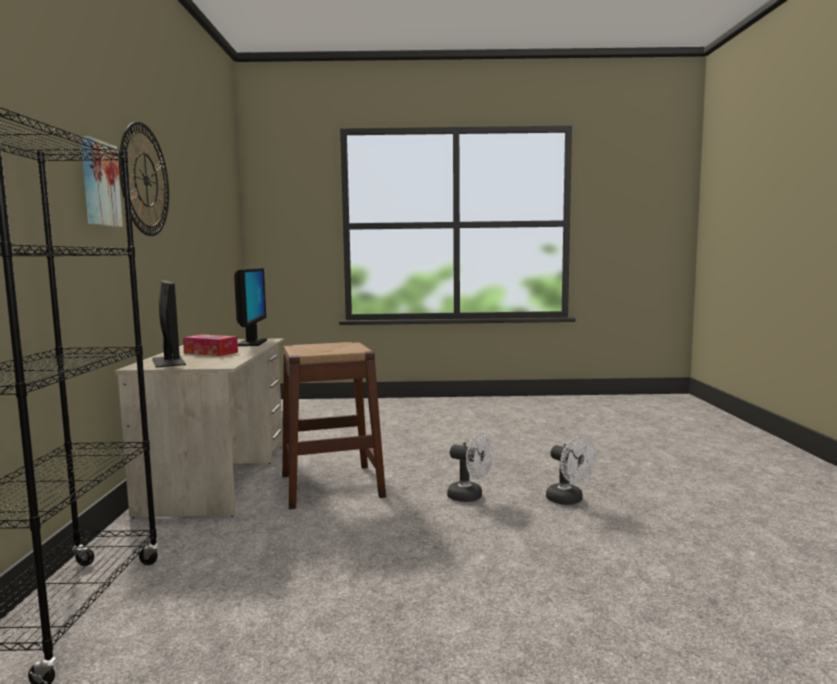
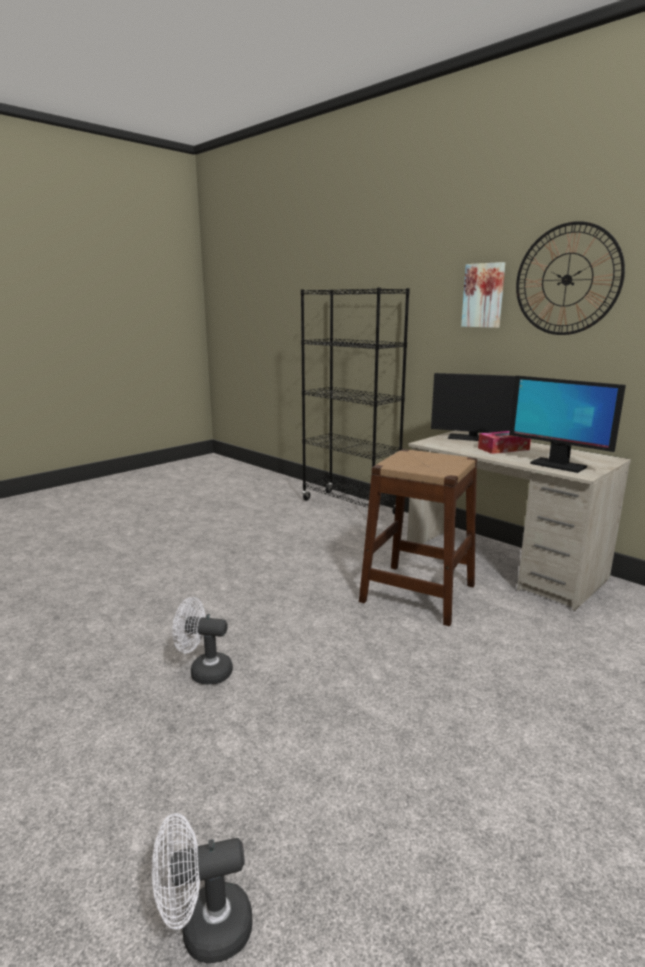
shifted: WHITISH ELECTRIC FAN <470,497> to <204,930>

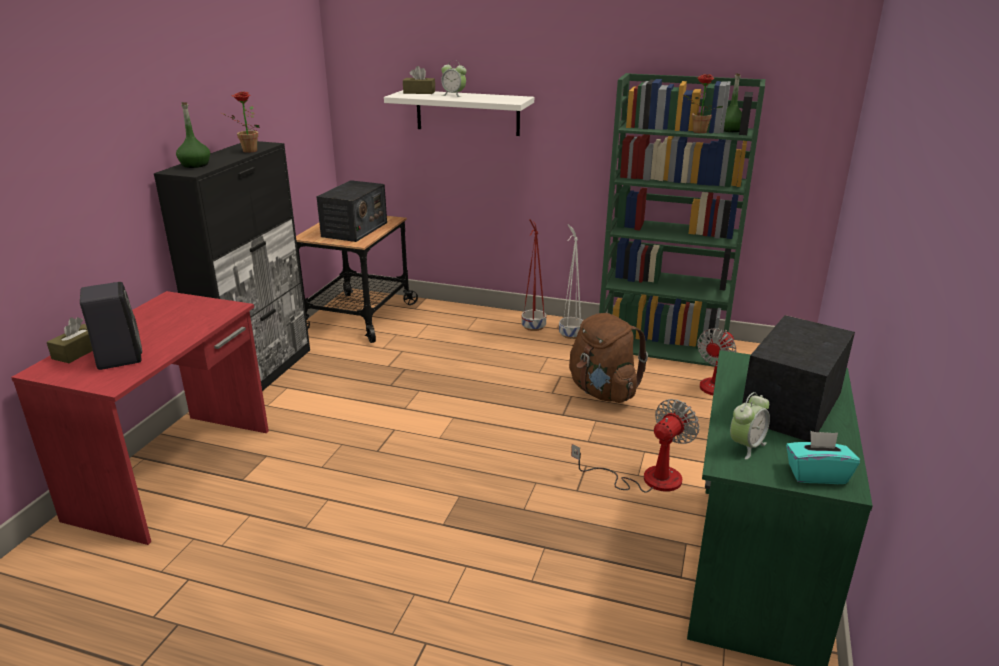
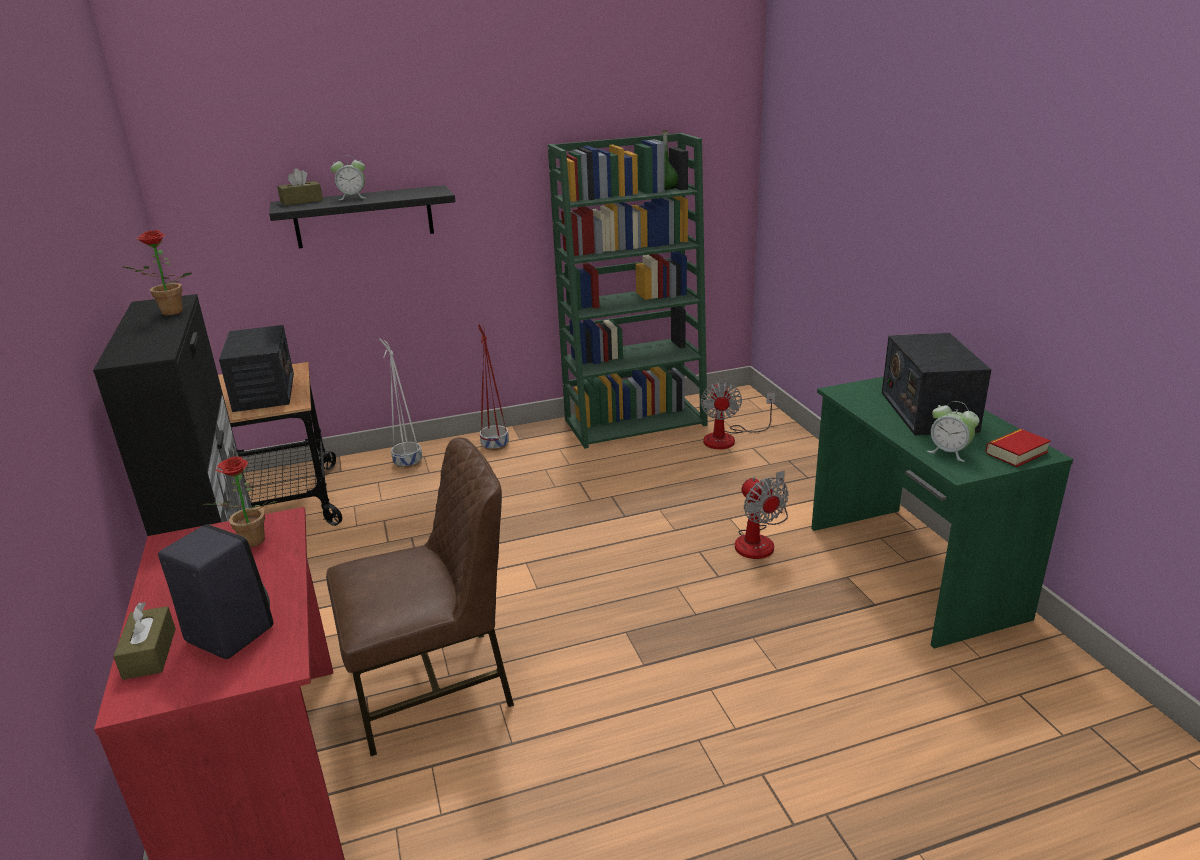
gone: GREEN-COLOURED BEVERAGE BOTTLE <195,165>; BROWN-COLOURED RUCKSACK <603,392>
new: BROWN-COLOURED UPRIGHT CHAIR <434,687>
shifted: WHITISH PLANTER <570,334> to <407,462>; POTTED PLANT <697,132> to <249,544>
swapped: TURQUOISE-COLOURED TISSUE HOLDER <816,474> to BOOK <1016,453>
repainted: WHITISH BRACKET SHELF <467,112> to BLACKISH BRACKET SHELF <364,217>
rotated: ELECTRIC FAN <647,478> = <759,539> 150 degrees clockwise; ALARM CLOCK <746,446> = <949,452> 120 degrees clockwise

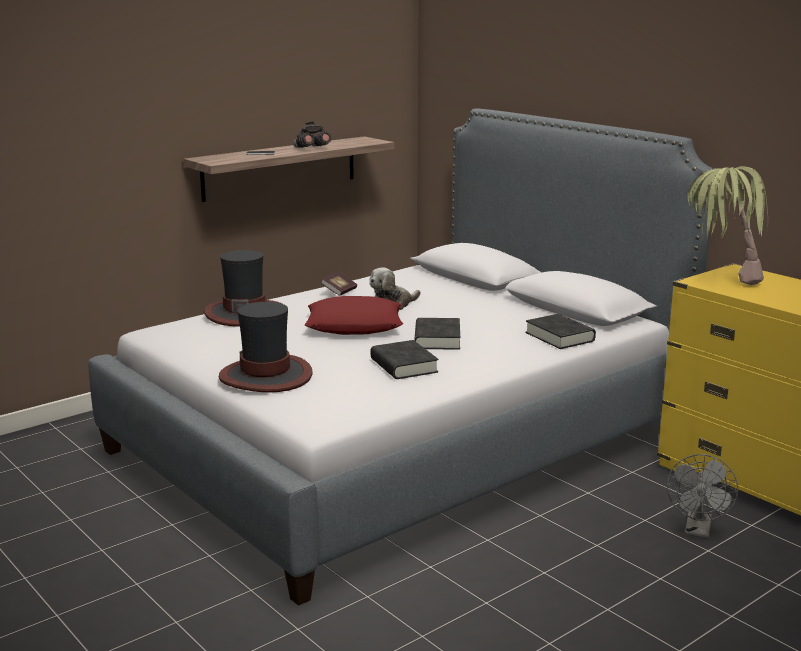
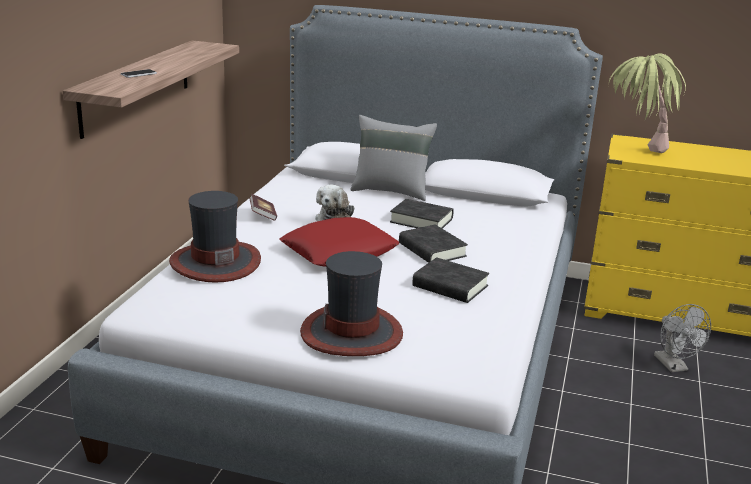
gone: GREY PAIR OF BINOCULARS <311,149>
new: GREY CUSHION <391,191>
shifted: BLACKISH BOOK <559,337> to <421,220>

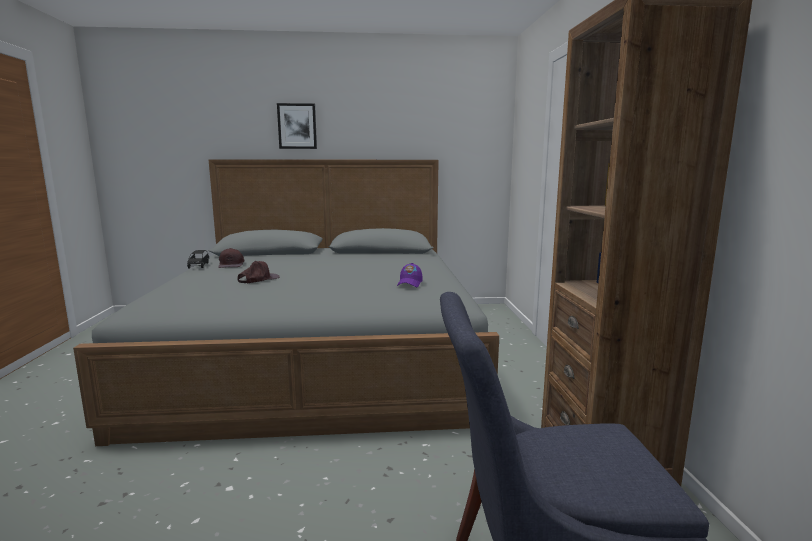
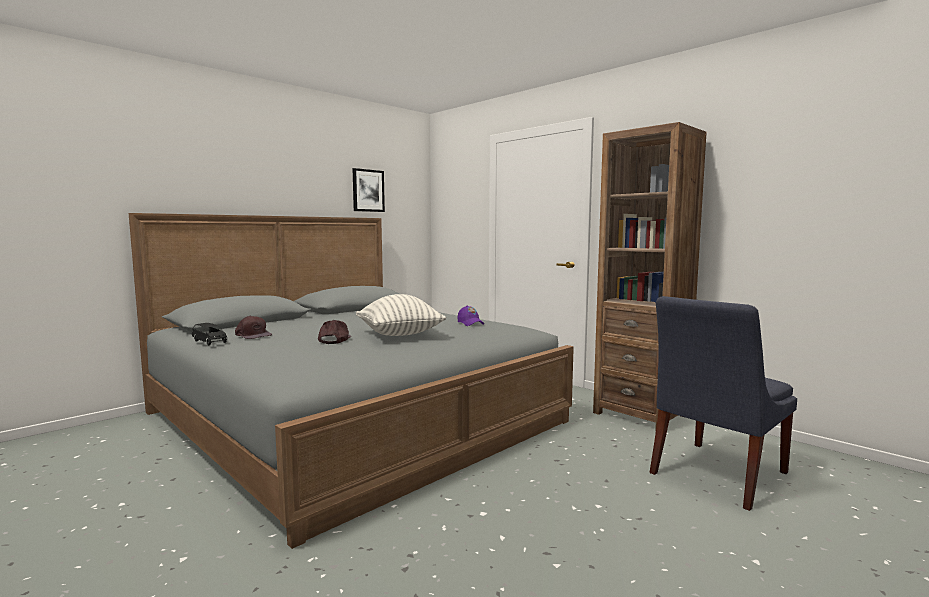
new: CUSHION <400,335>
shifted: WALL PICTURE <297,126> to <368,190>

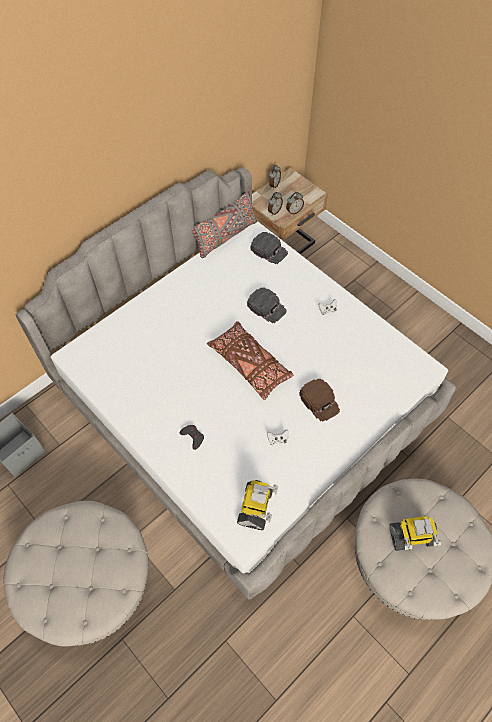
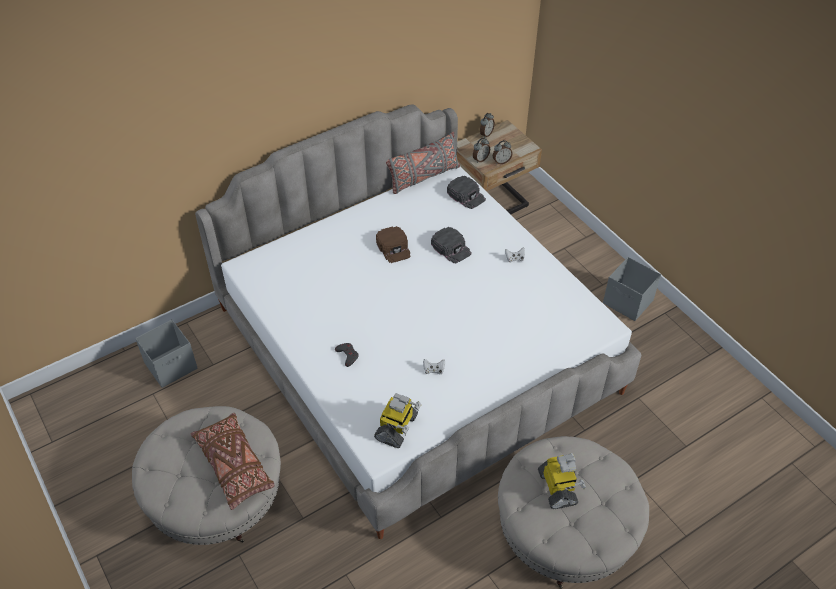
new: GREY STORAGE BIN <628,302>
shifted: BROWN-COLOURED CUSHION <250,364> to <234,466>; BROWN-COLOURED PEAKED CAP <320,401> to <394,247>
rotated: MODEL ROBOT <411,537> = <558,488> 105 degrees counterclockwise

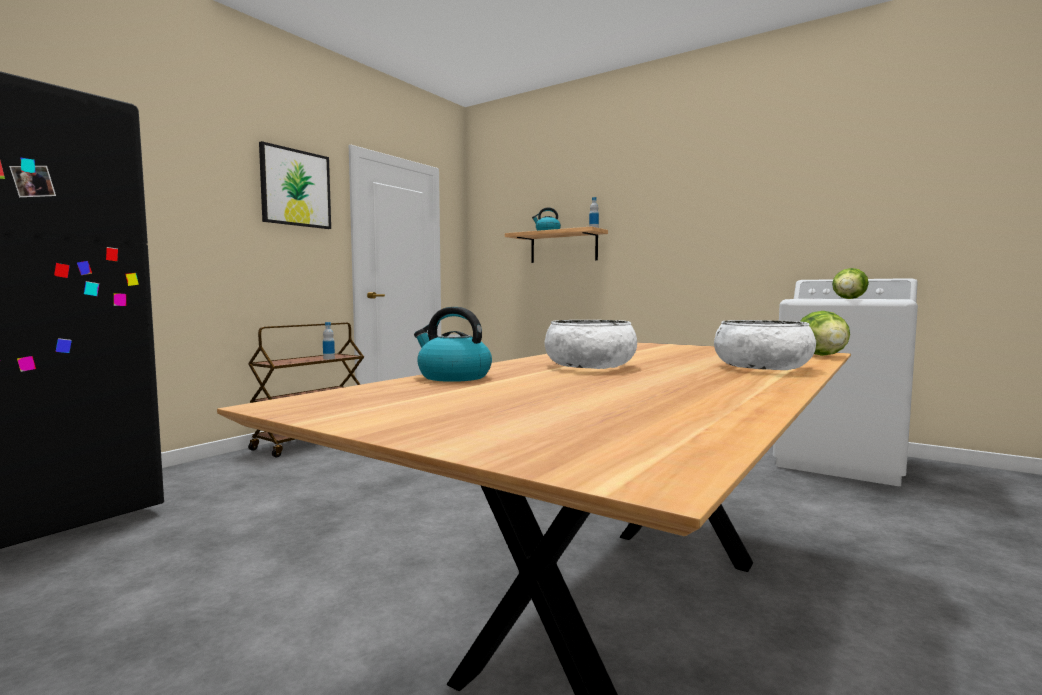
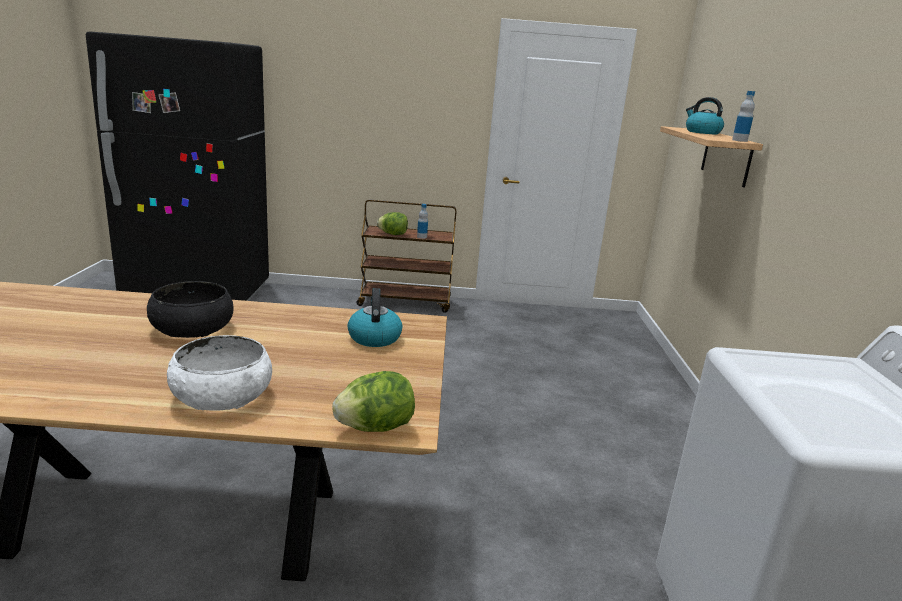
gone: WALL PICTURE <295,188>
shifted: TEA KETTLE <453,377> to <374,337>; HEAD OF LETTUCE <849,299> to <393,234>
repainted: WHITISH BOWL <590,366> to BLACKISH BOWL <193,328>

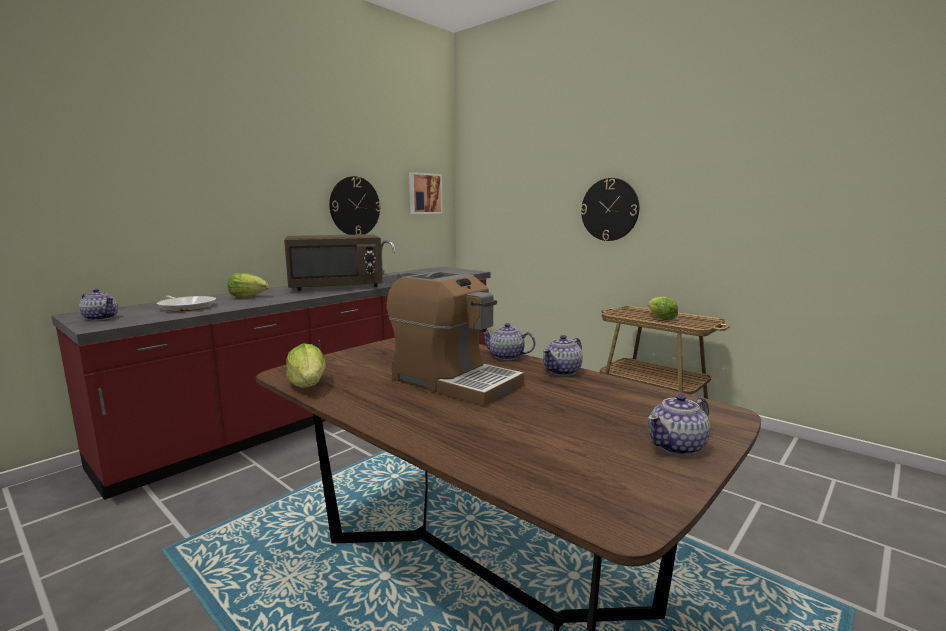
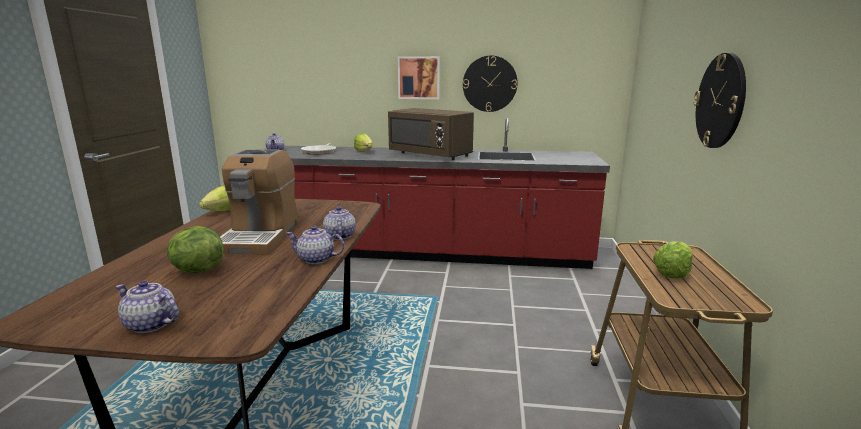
new: HEAD OF LETTUCE <197,271>
shifted: WALL PICTURE <424,193> to <419,77>

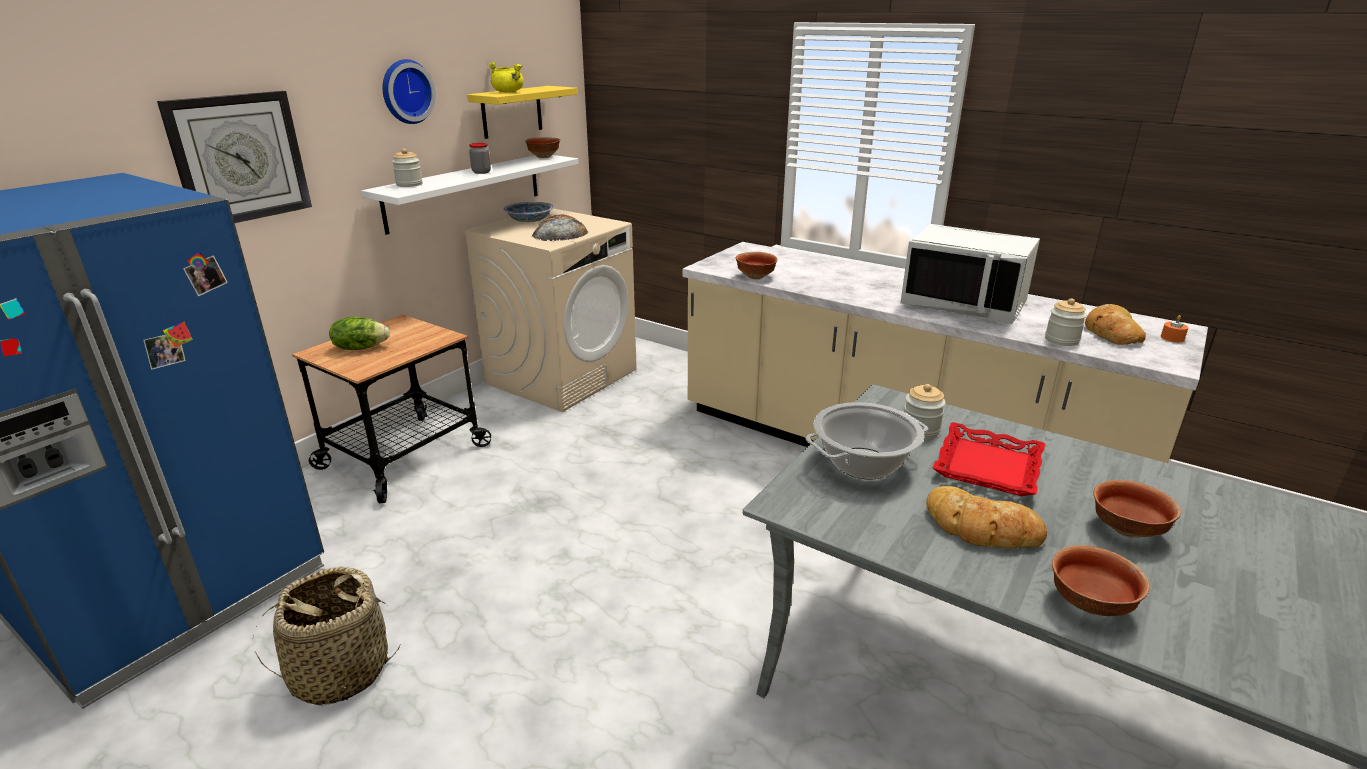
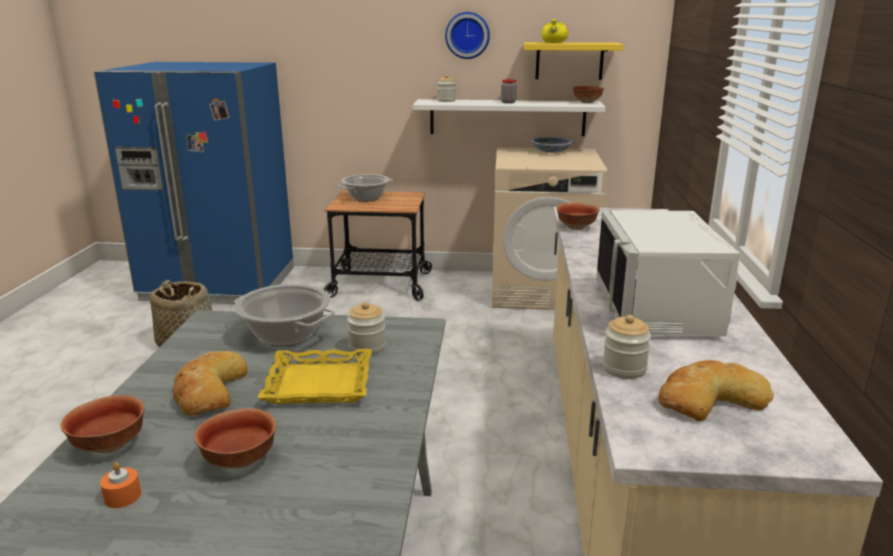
gone: WALL CLOCK <239,158>; BAKERY BREAD <560,233>
shifted: ORANGE WAX LIGHT <1172,338> to <122,496>
swapped: HEAD OF LETTUCE <360,347> to COOKING POT <366,198>
repainted: REDDISH TRAY <988,467> to YELLOW-COLOURED TRAY <318,384>

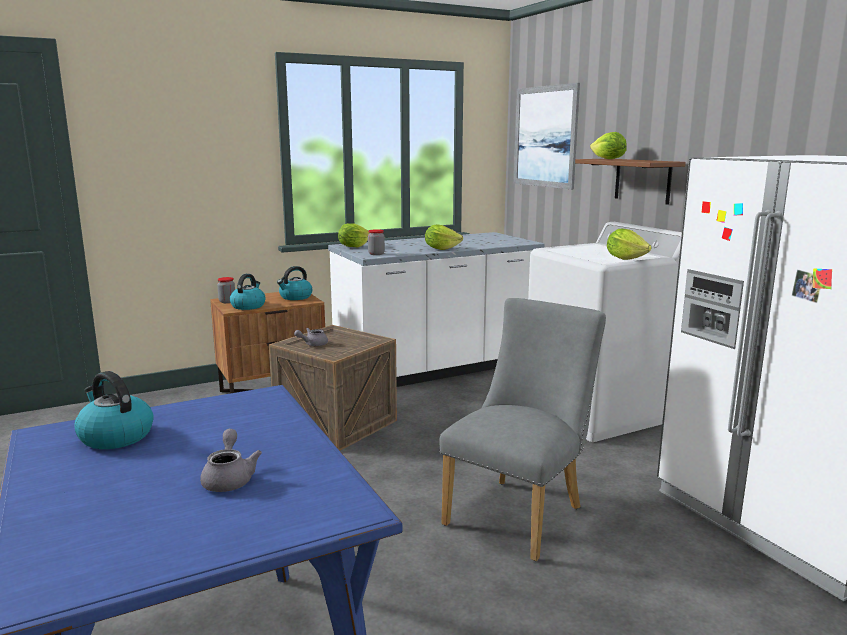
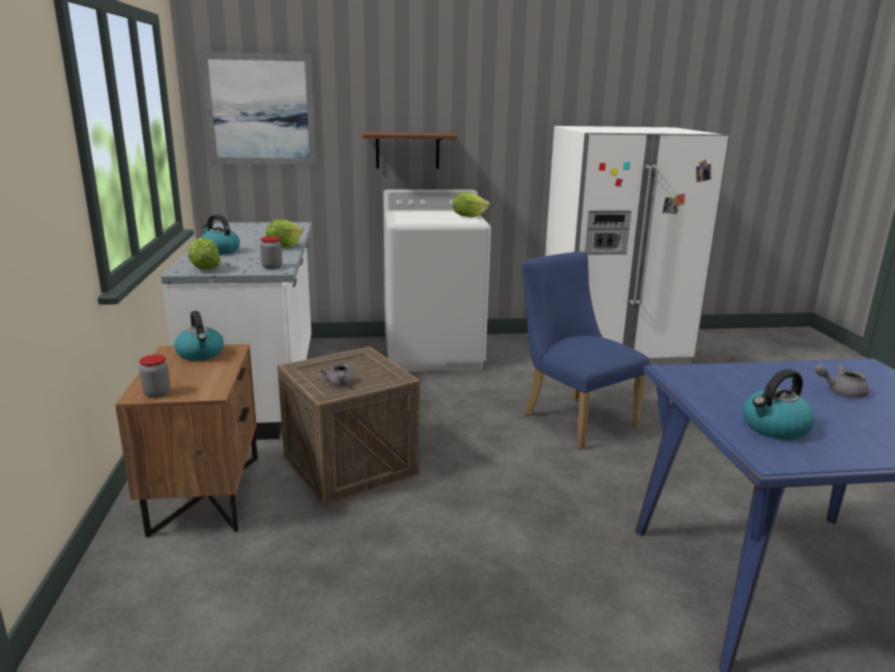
gone: HEAD OF LETTUCE <608,159>
shifted: TEA KETTLE <248,306> to <220,251>
repainted: GREY UPRIGHT CHAIR <520,512> to BLUE-COLOURED UPRIGHT CHAIR <573,418>

